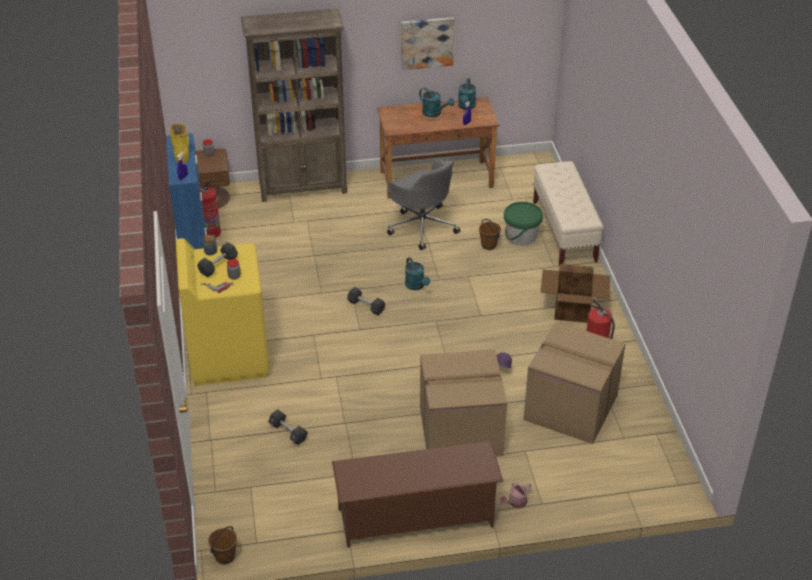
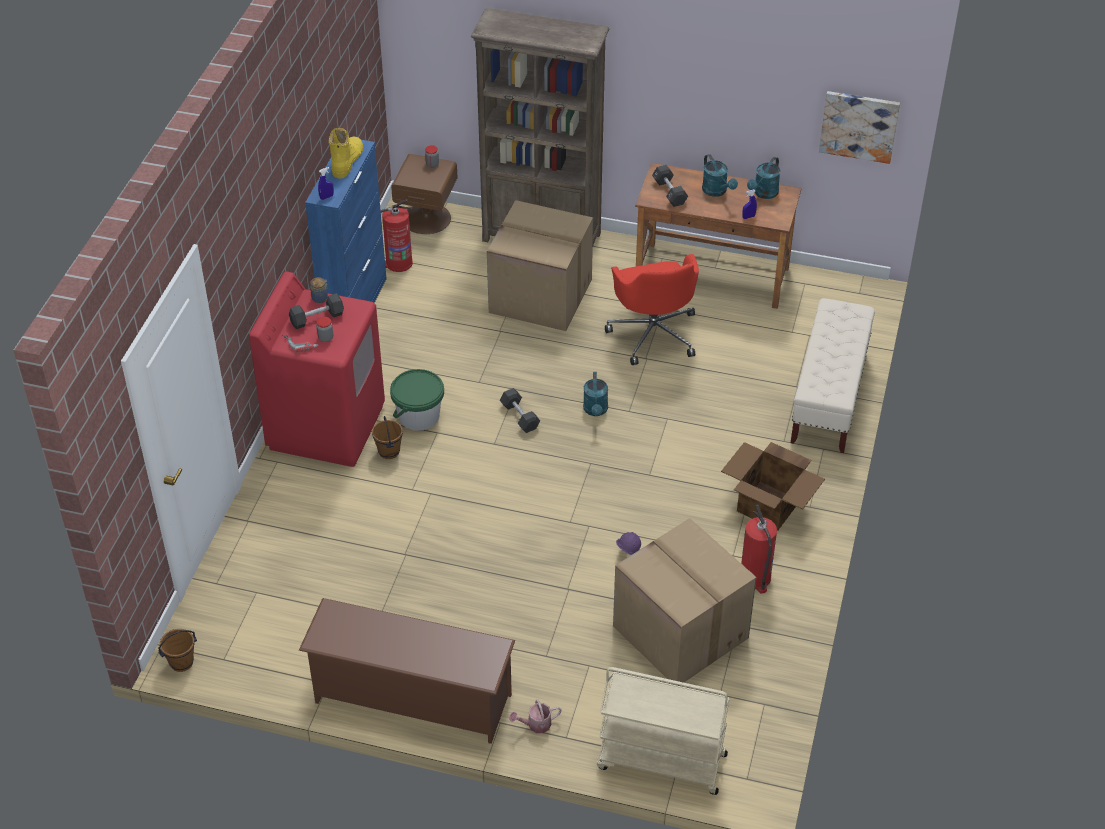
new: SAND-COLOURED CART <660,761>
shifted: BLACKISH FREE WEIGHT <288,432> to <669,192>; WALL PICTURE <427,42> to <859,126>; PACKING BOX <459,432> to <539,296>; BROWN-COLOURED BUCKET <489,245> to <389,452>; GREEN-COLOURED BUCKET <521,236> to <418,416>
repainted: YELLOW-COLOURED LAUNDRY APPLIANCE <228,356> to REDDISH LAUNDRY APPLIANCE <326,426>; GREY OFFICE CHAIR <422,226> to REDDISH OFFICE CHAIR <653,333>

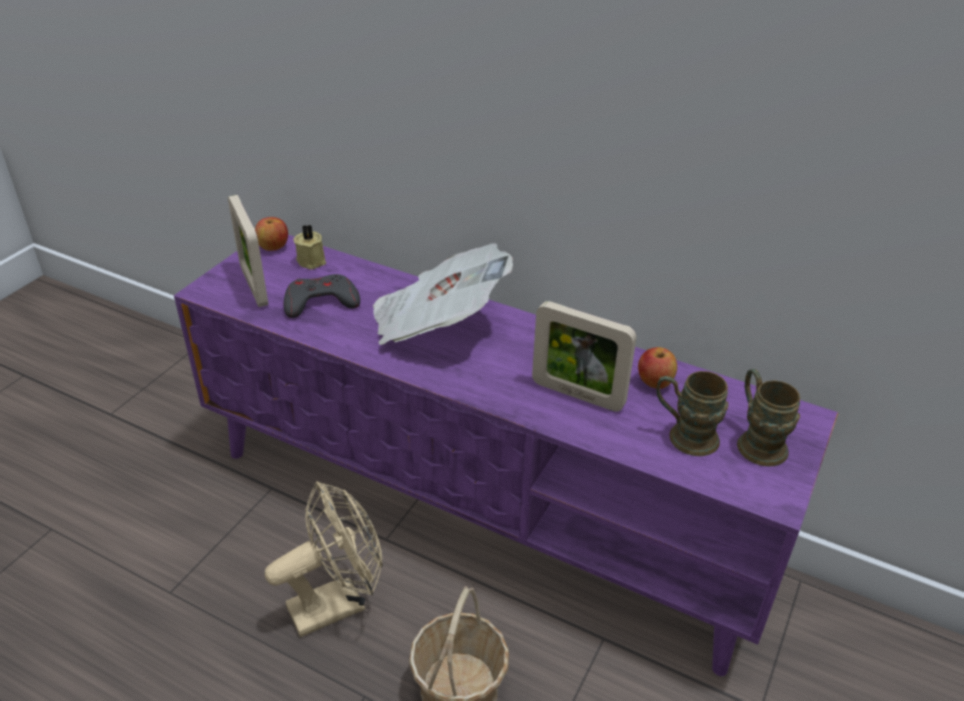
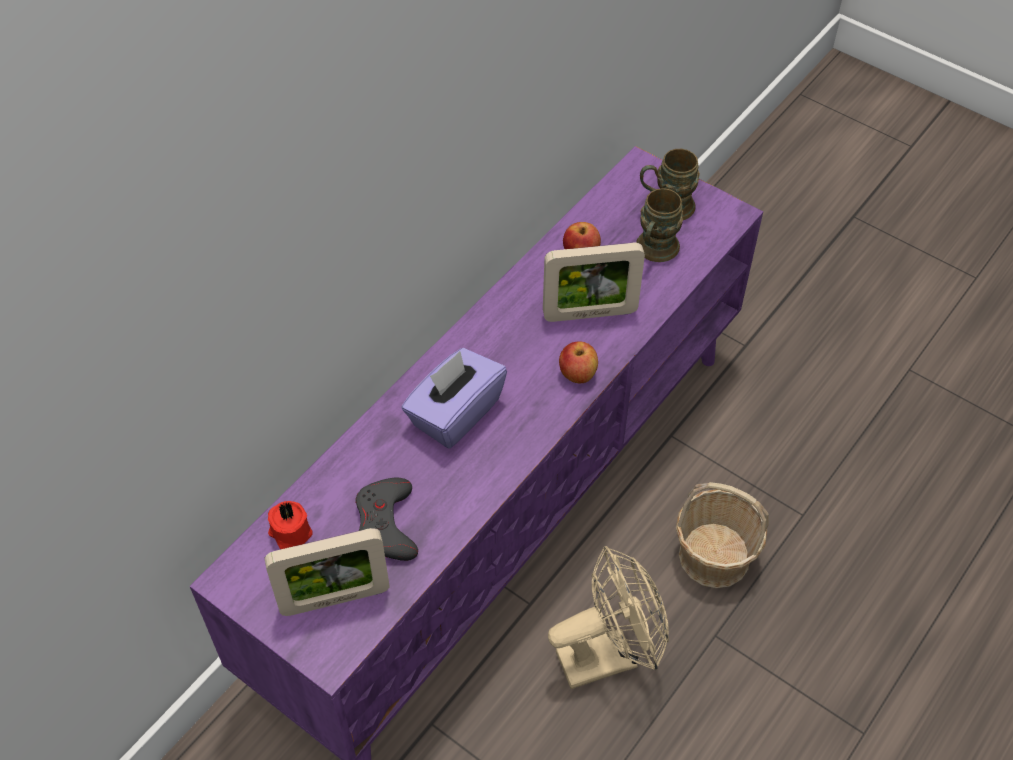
shifted: APPLE FRUIT <273,247> to <577,374>
swapped: NEWSPAPER <436,324> to PURPLE-COLOURED TISSUE HOLDER <455,413>
repainted: SAND-COLOURED WAX LIGHT <312,260> to REDDISH WAX LIGHT <290,532>
rotated: SAND-COLOURED ELECTRIC FAN <337,603> = <608,655> 90 degrees clockwise; PICTURE FRAME <577,394> = <590,314> 45 degrees clockwise

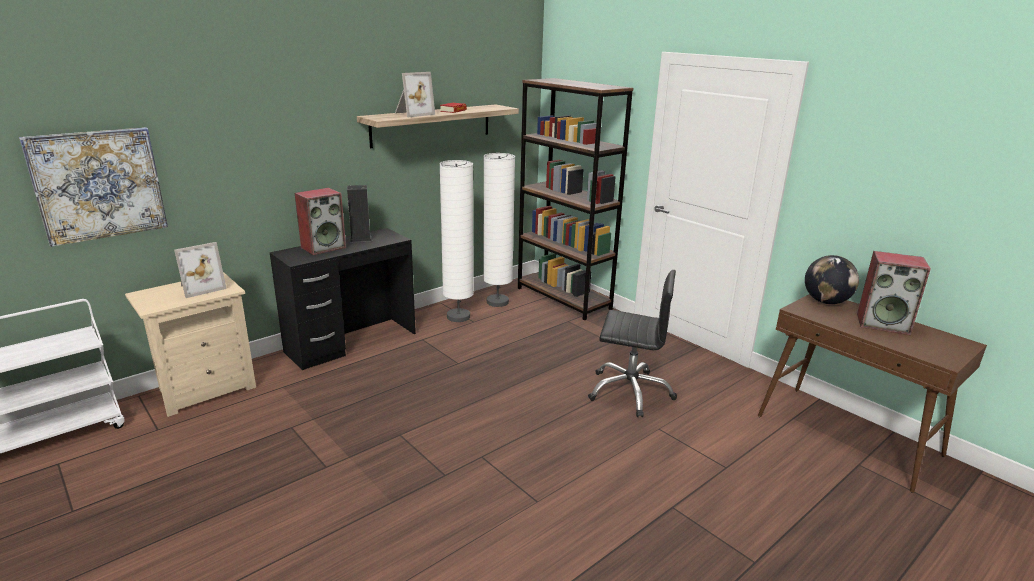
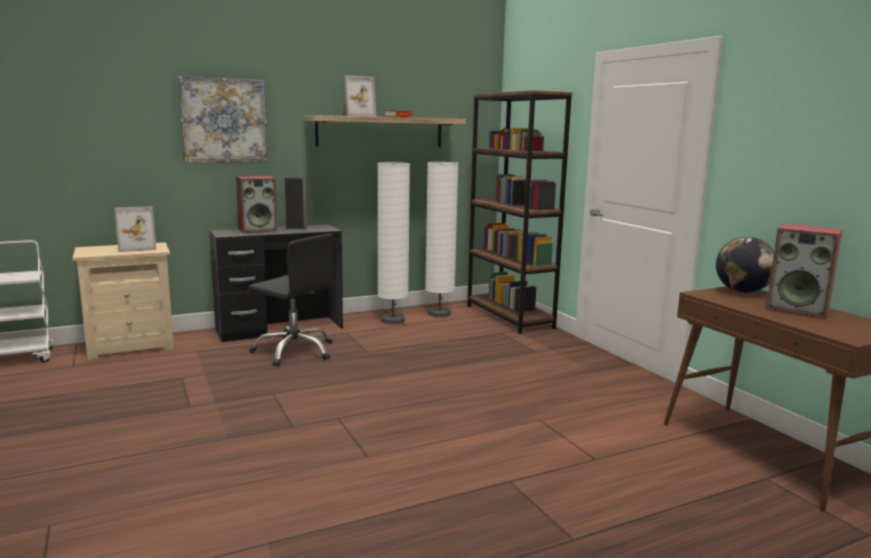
shifted: WALL PICTURE <98,185> to <224,120>; BLACKISH OFFICE CHAIR <630,391> to <294,351>

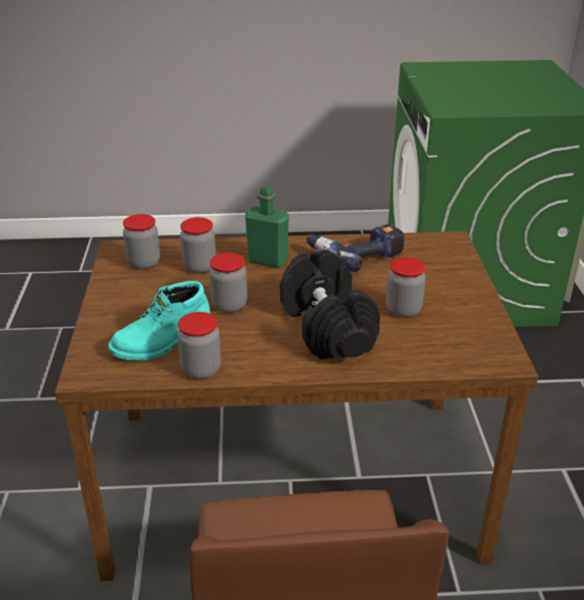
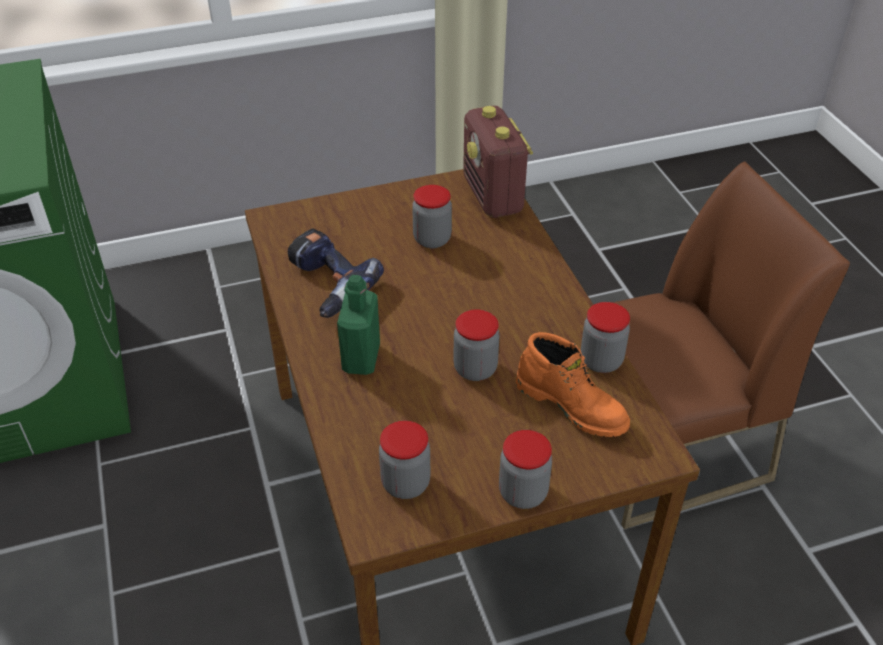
gone: BLACKISH FREE WEIGHT <326,327>
new: RADIO RECEIVER <493,196>
shifted: JAR <199,266> to <523,493>
repainted: TURQUOISE-COLOURED TALL BOOT <163,343> to ORANGE TALL BOOT <572,405>

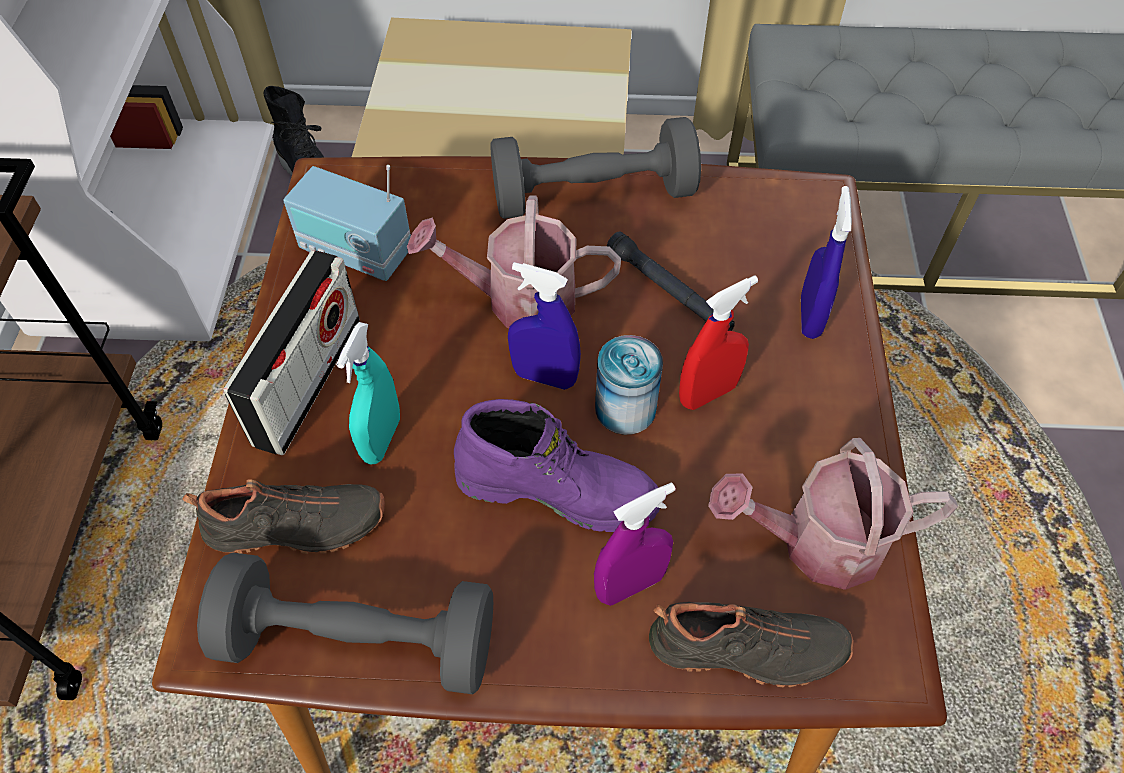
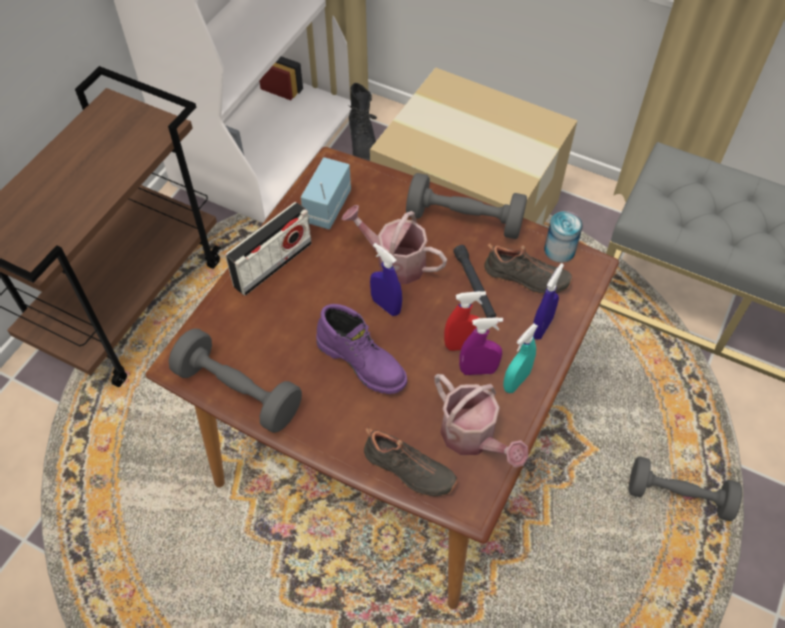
new: GREY FREE WEIGHT <678,496>
shifted: BLACKISH SHOE <296,528> to <526,279>; TURQUOISE-COLOURED SPRAY BOTTLE <381,439> to <516,381>; PURPLE-COLOURED SPRAY BOTTLE <630,585> to <478,370>; METAL CAN <625,408> to <559,250>
rotated: RADIO RECEIVER <356,252> = <327,207> 60 degrees clockwise; SPRINKLING CAN <817,542> = <473,437> 150 degrees counterclockwise

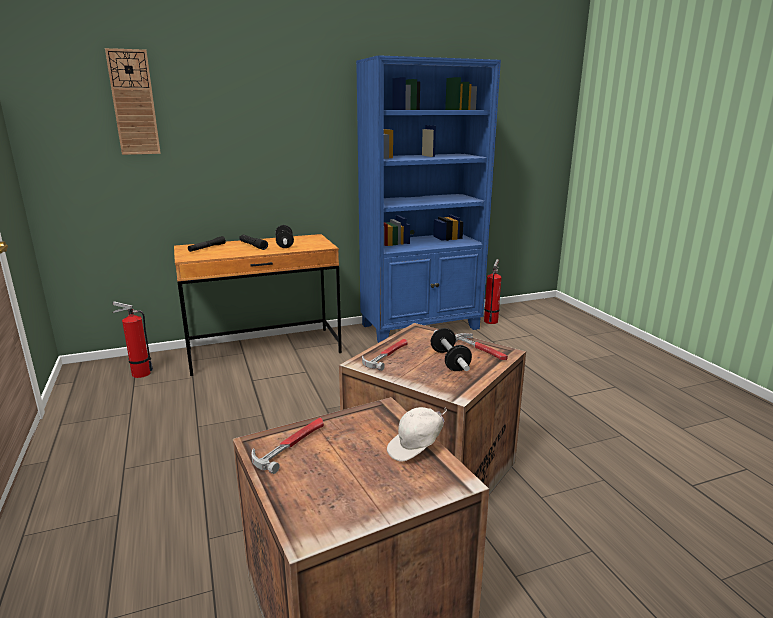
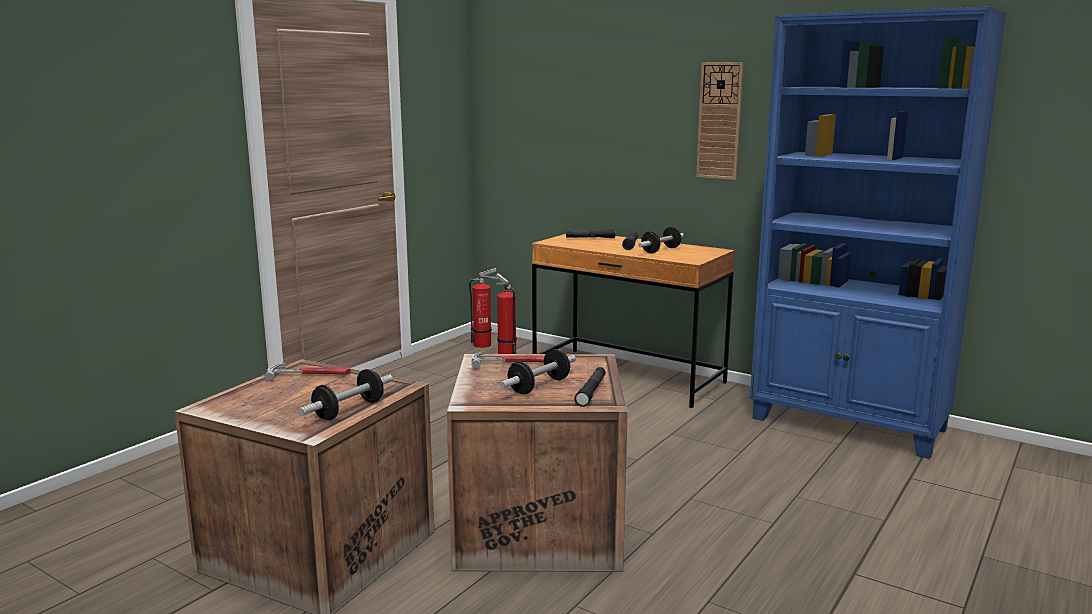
shifted: WALL CLOCK <134,103> to <719,121>; FIRE EXTINGUISHER <491,320> to <484,344>
swapped: WHITISH PEAKED CAP <417,448> to FREE WEIGHT <349,410>; TOOL HAMMER <480,350> to BLACKISH FLASHLIGHT <591,392>

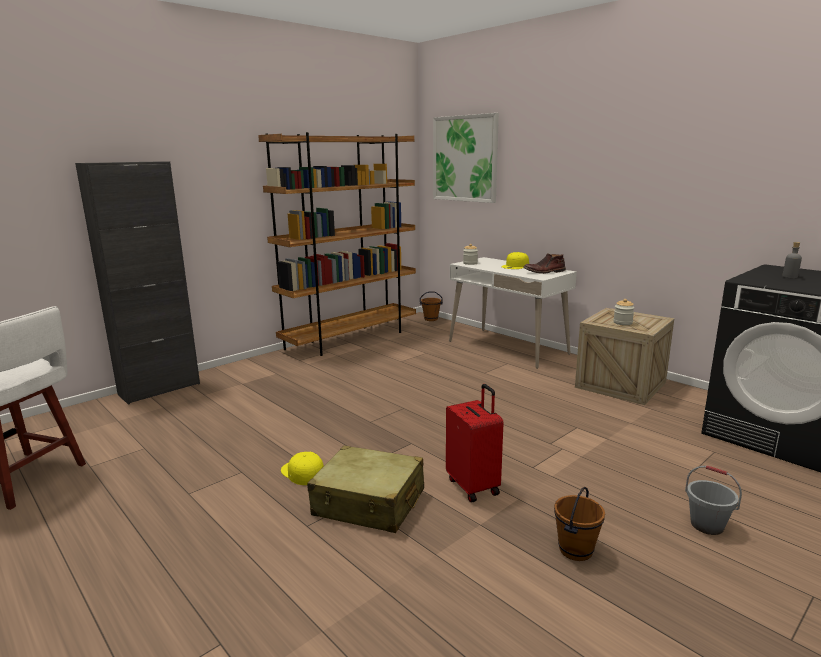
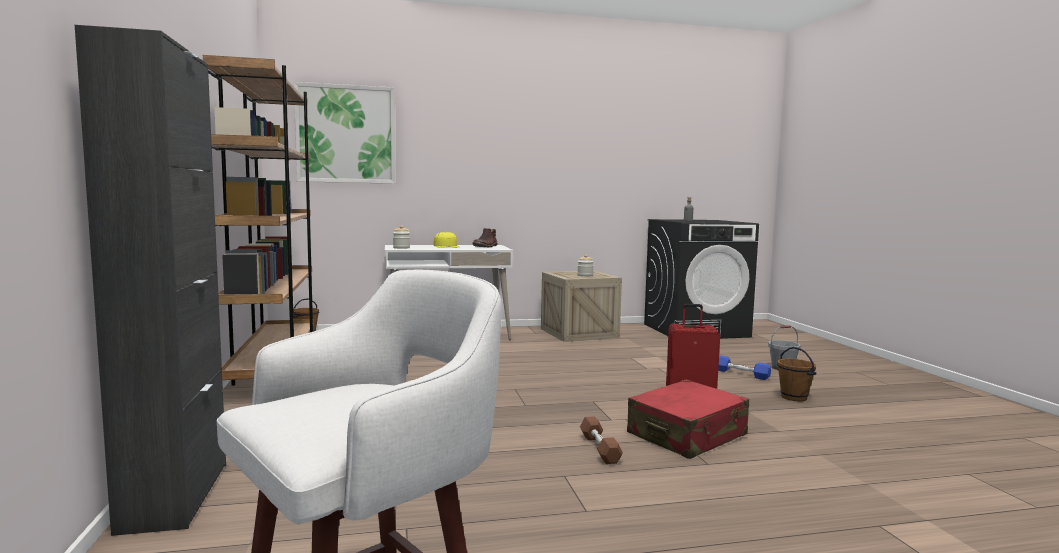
new: BLUE-COLOURED FREE WEIGHT <741,374>
swapped: YELLOW-COLOURED PEAKED CAP <302,472> to BROWN-COLOURED FREE WEIGHT <599,449>
repainted: SAND-COLOURED TRAVEL CASE <369,503> to REDDISH TRAVEL CASE <687,435>

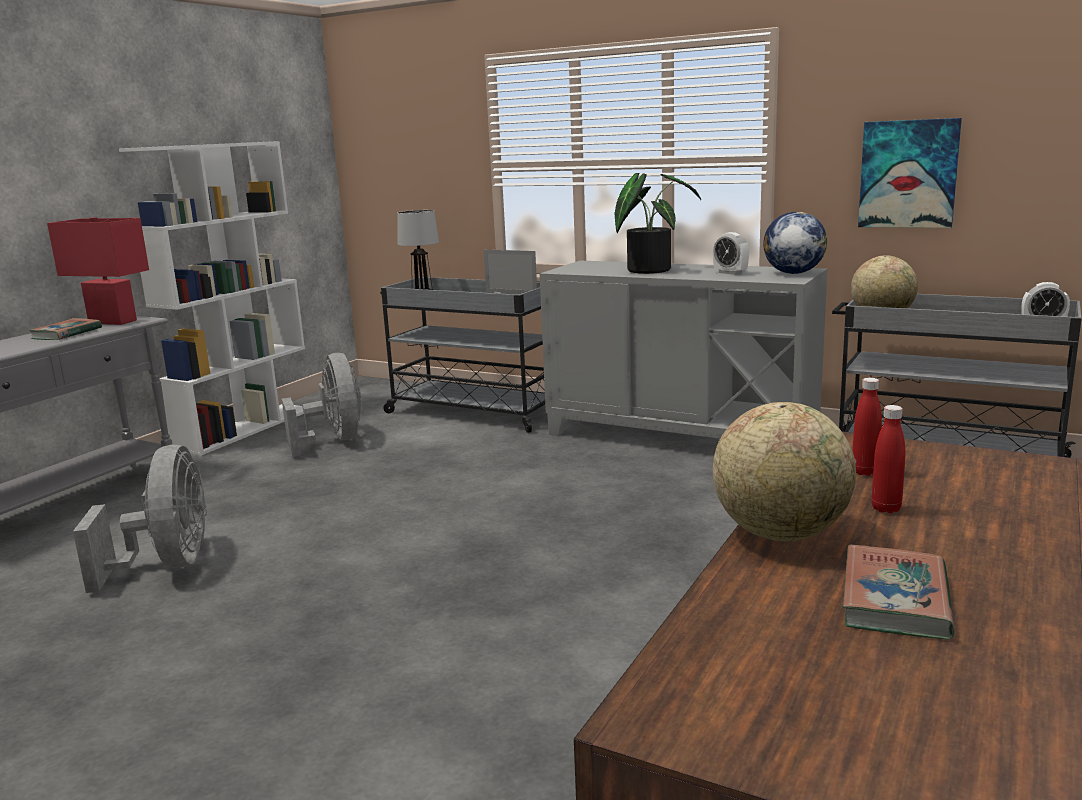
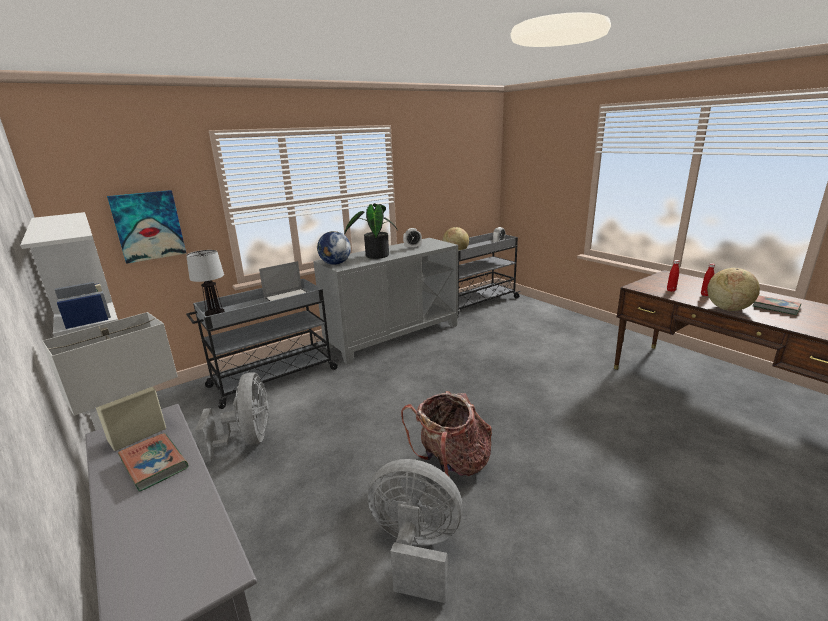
new: RUCKSACK <452,464>
shifted: GLOBE <793,273> to <335,264>; WALL PICTURE <908,174> to <148,226>
repainted: REDDISH TABLETOP LAMP <112,322> to WHITISH TABLETOP LAMP <137,434>
rotated: GREY ELECTRIC FAN <334,440> = <248,440> 75 degrees clockwise

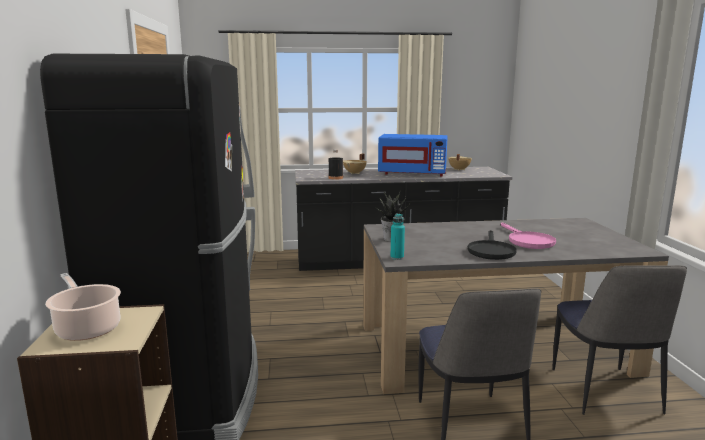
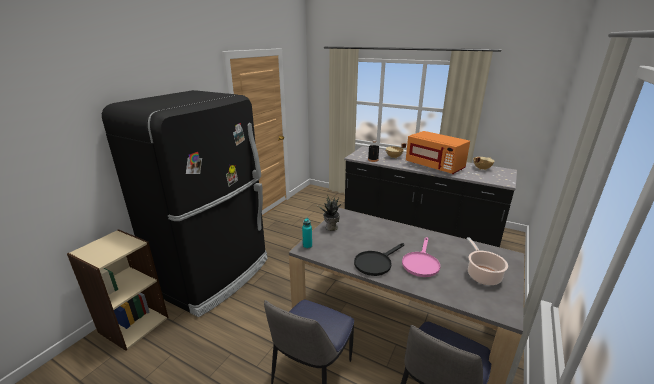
shifted: COOKING POT <87,328> to <482,275>
repainted: BLUE-COLOURED MICROWAVE <413,173> to ORANGE MICROWAVE <435,166>

